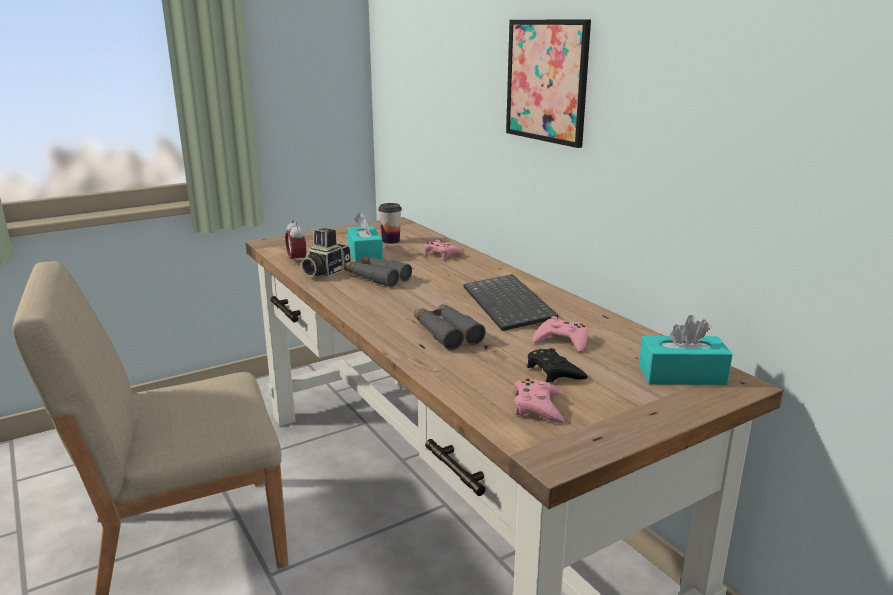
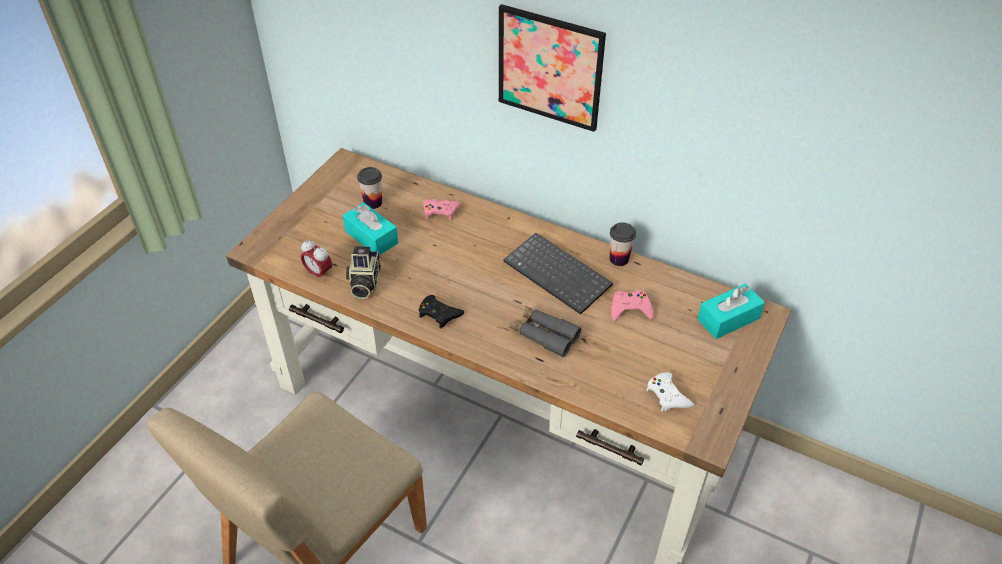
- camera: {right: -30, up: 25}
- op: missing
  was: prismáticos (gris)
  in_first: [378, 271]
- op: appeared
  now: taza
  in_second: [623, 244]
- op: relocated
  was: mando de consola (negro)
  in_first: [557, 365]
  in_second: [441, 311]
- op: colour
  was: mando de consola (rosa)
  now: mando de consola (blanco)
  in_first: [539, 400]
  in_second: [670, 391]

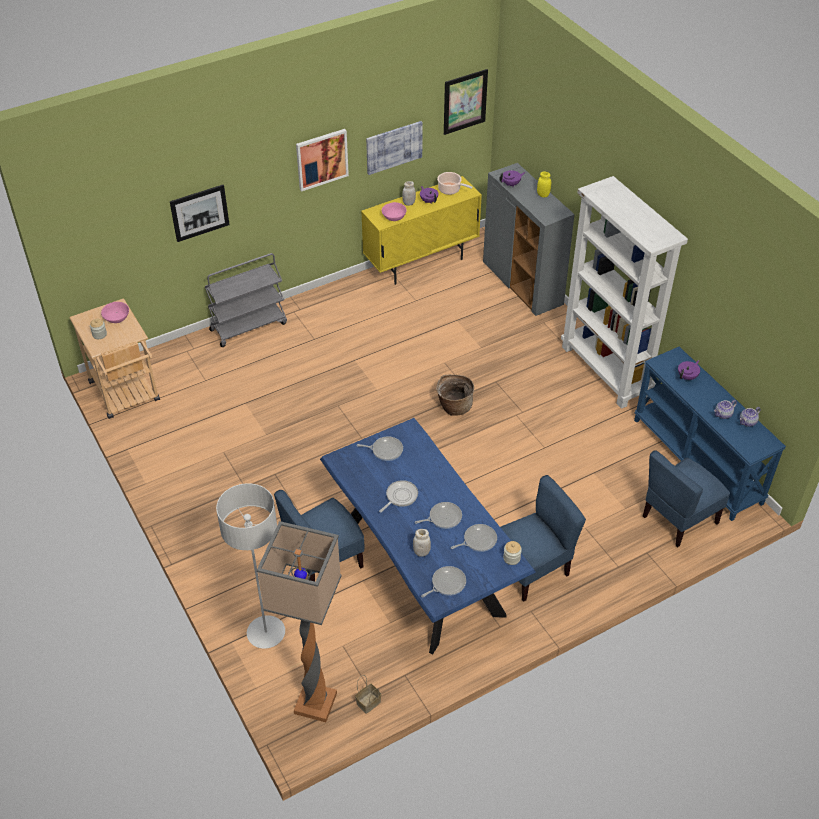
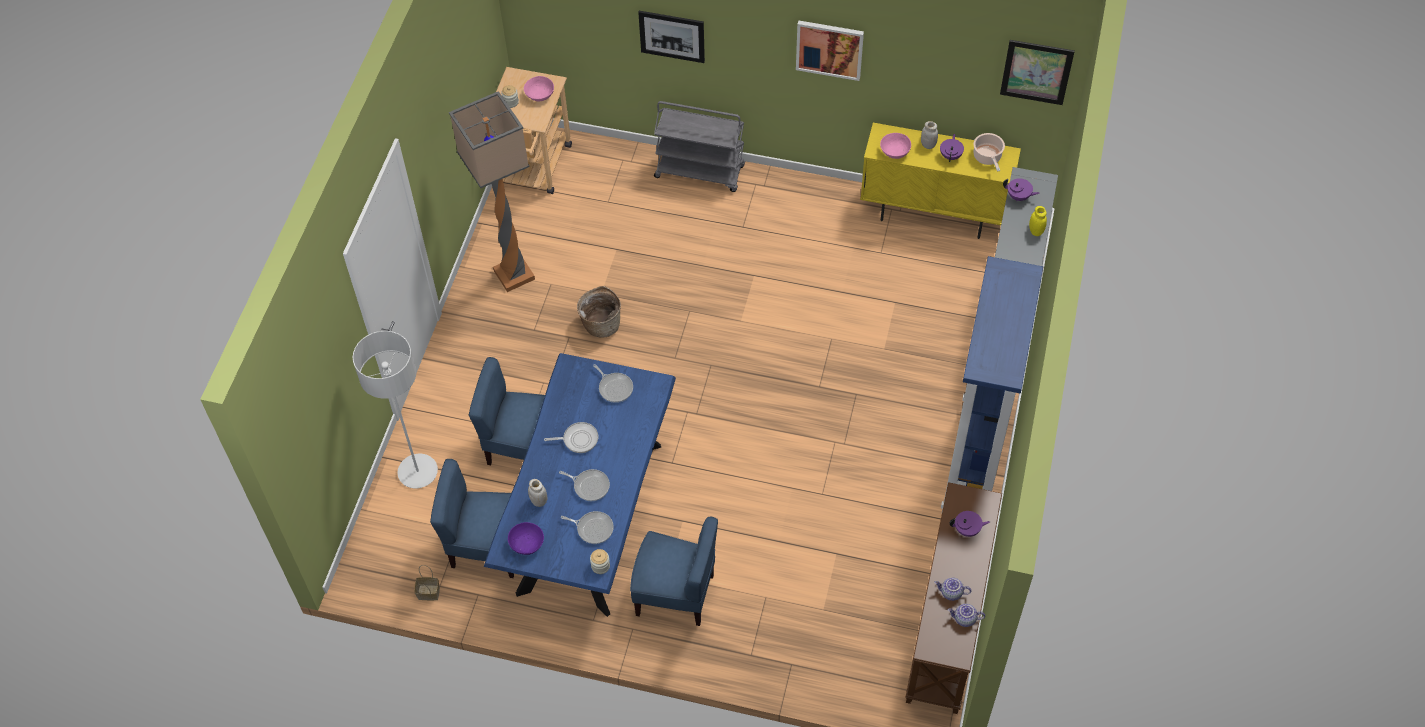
- camera: {right: 45, up: 10}
- op: missing
  was: cuadro
  in_first: [394, 148]
- op: relocated
  was: lámpara de pie
  in_first: [299, 621]
  in_second: [492, 191]
- op: relocated
  was: cesta
  in_first: [455, 395]
  in_second: [599, 312]
- op: relocated
  was: silla (azul)
  in_first: [686, 498]
  in_second: [472, 518]
- op: exchanged
  was: sartén
  now: cuenco (morado)
  in_first: [443, 581]
  in_second: [526, 538]
- op: colour
  was: estantería (blanco)
  now: estantería (azul)
  in_first: [624, 292]
  in_second: [992, 383]
- op: colour
  was: mesa consola (azul)
  now: mesa consola (marrón)
  in_first: [710, 434]
  in_second: [953, 598]

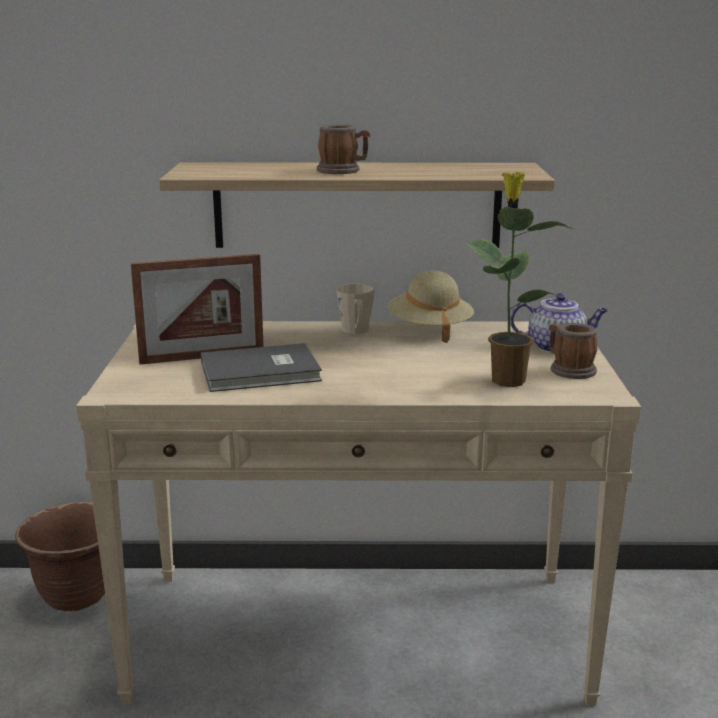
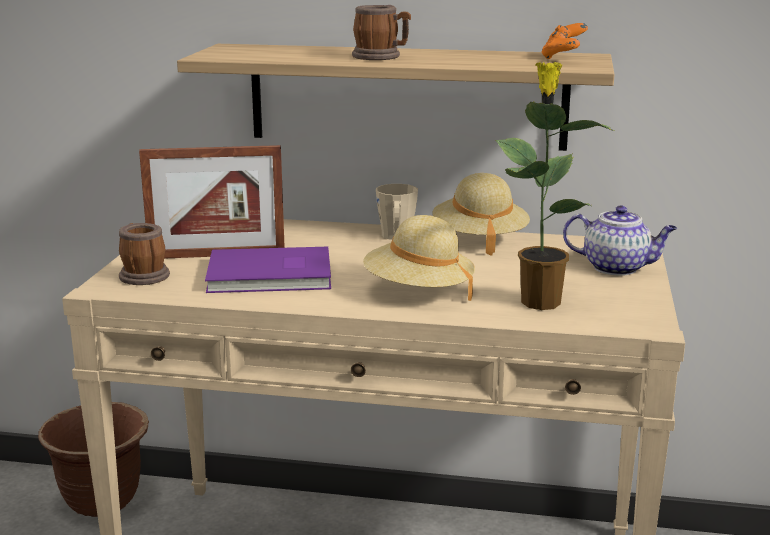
- camera: {right: 10, up: 0}
- op: appeared
  now: sombrero (beis)
  in_second: [419, 258]
- op: appeared
  now: mando de consola (naranja)
  in_second: [564, 41]
- op: relocated
  was: taza grande
  in_first: [573, 351]
  in_second: [144, 254]
- op: colour
  was: libro (gris)
  now: libro (morado)
  in_first: [261, 367]
  in_second: [268, 270]

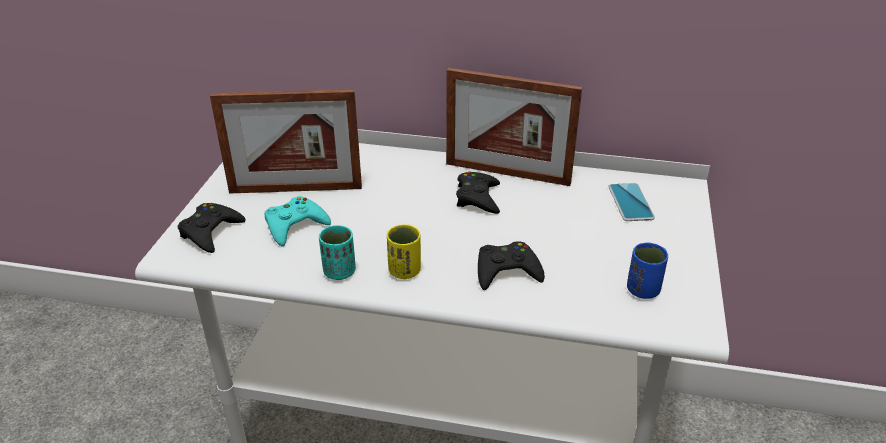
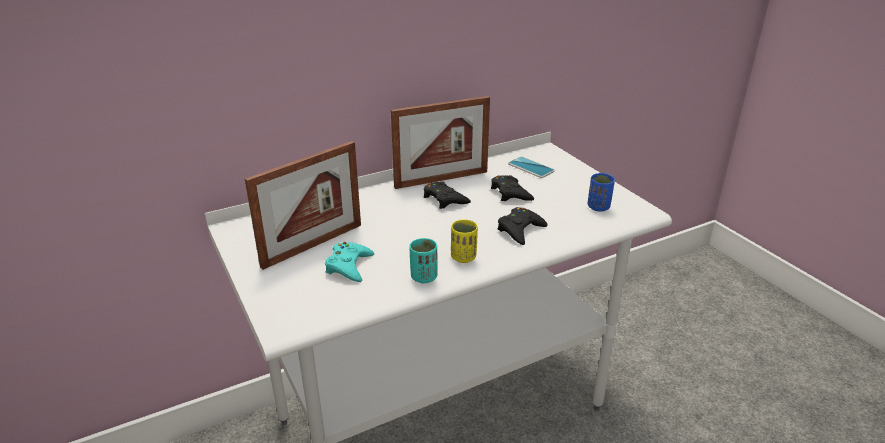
- camera: {right: -40, up: -5}
- op: relocated
  was: mando de consola (negro)
  in_first: [212, 228]
  in_second: [512, 188]

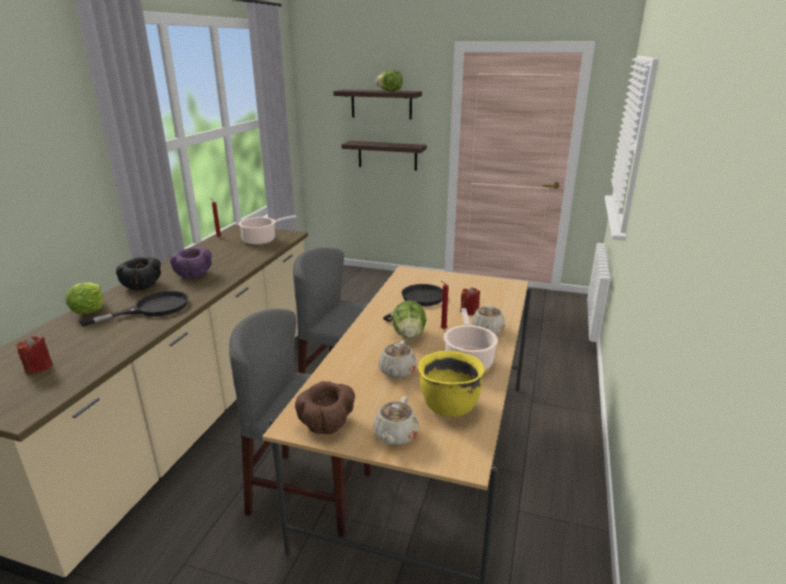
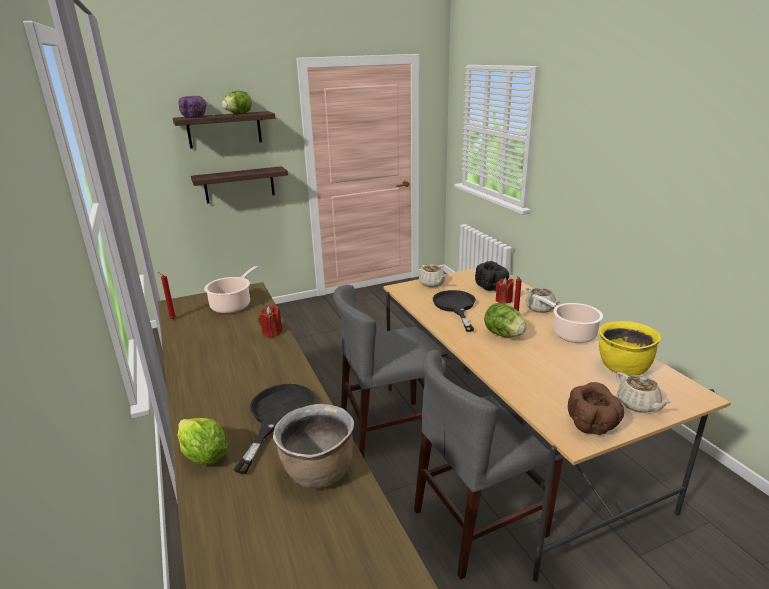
- camera: {right: -40, up: 0}
- op: appeared
  now: olla (marrón)
  in_second: [313, 446]
- op: relocated
  was: vela (rojo)
  in_first: [35, 355]
  in_second: [271, 321]
- op: relocated
  was: cuenco (negro)
  in_first: [138, 273]
  in_second: [492, 276]
- op: relocated
  was: cuenco (morado)
  in_first: [191, 263]
  in_second: [192, 107]
- op: relocated
  was: tetera (beis)
  in_first: [397, 359]
  in_second: [432, 275]

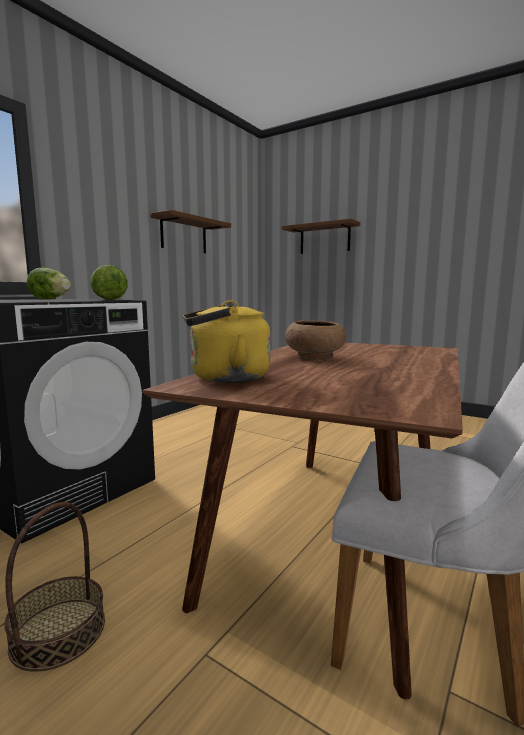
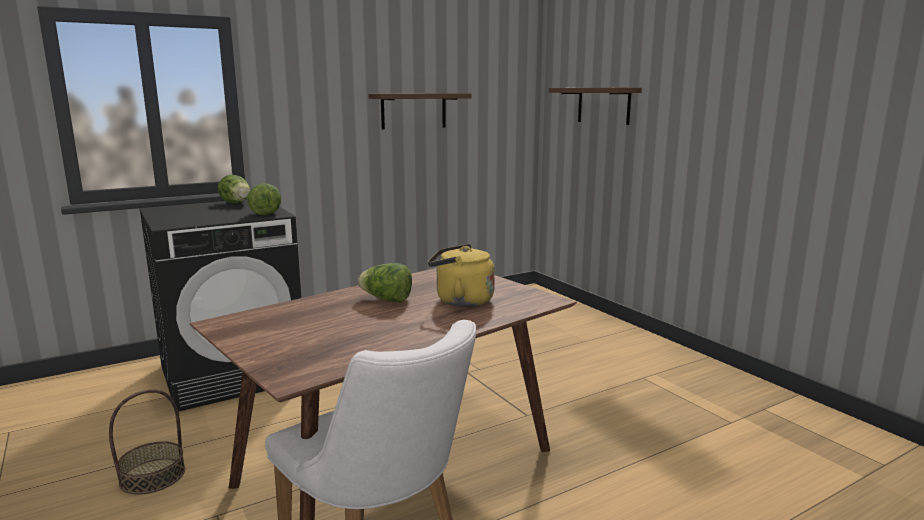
- camera: {right: 25, up: 5}
- op: relocated
  was: hervidor (amarillo)
  in_first: [226, 341]
  in_second: [461, 275]
- op: exchanged
  was: cuenco (marrón)
  now: lechuga
  in_first: [315, 341]
  in_second: [385, 282]

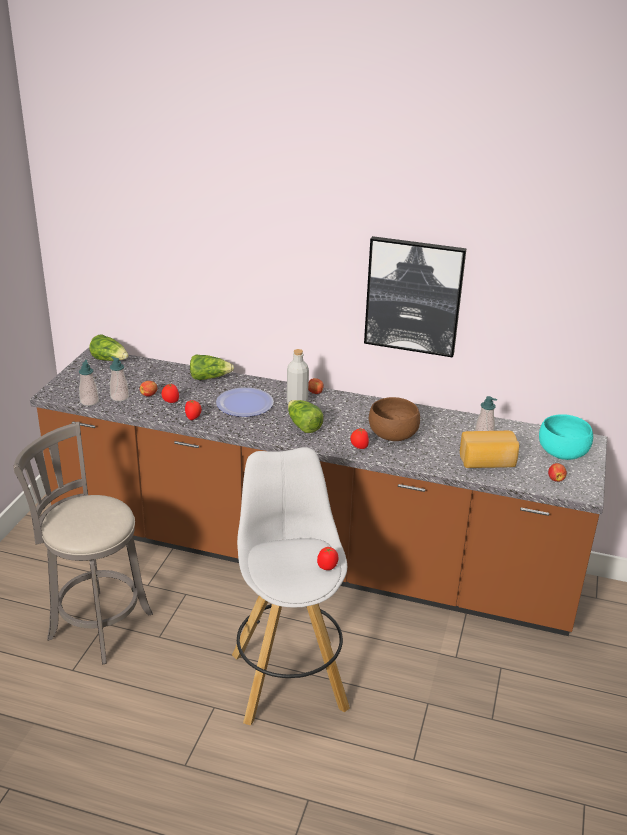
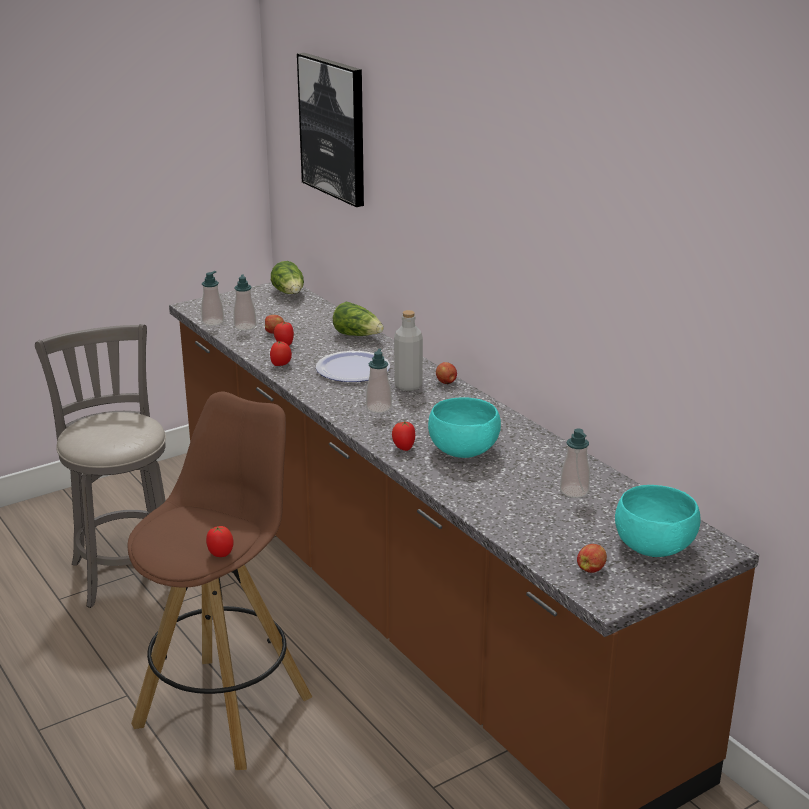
- camera: {right: 40, up: -5}
- op: missing
  was: pan
  in_first: [489, 449]
- op: relocated
  was: cuadro
  in_first: [415, 296]
  in_second: [330, 130]
- op: exchanged
  was: lechuga
  now: dispensador de jabón
  in_first: [305, 416]
  in_second: [379, 381]
- op: colour
  was: taburete (blanco)
  now: taburete (marrón)
  in_first: [291, 586]
  in_second: [220, 581]
- op: colour
  was: cuenco (marrón)
  now: cuenco (turquesa)
  in_first: [394, 419]
  in_second: [464, 427]

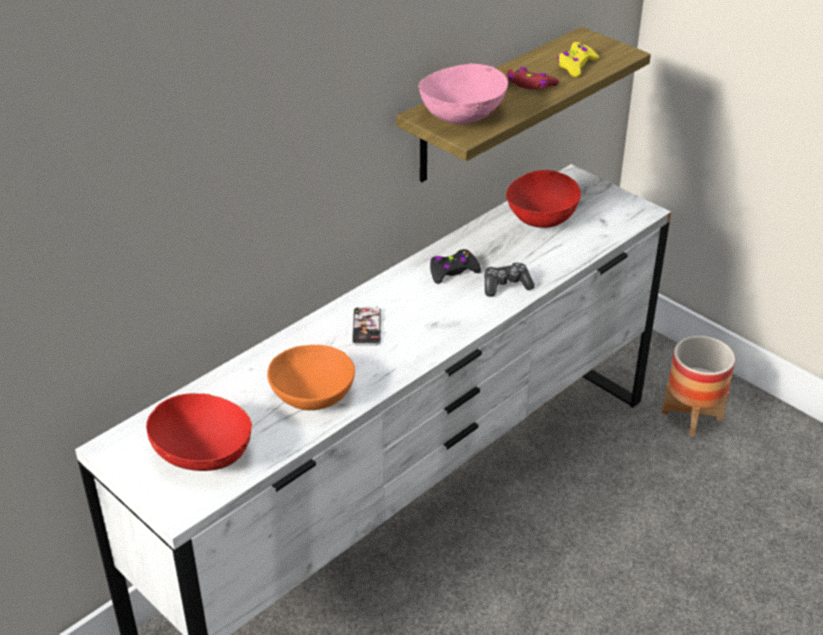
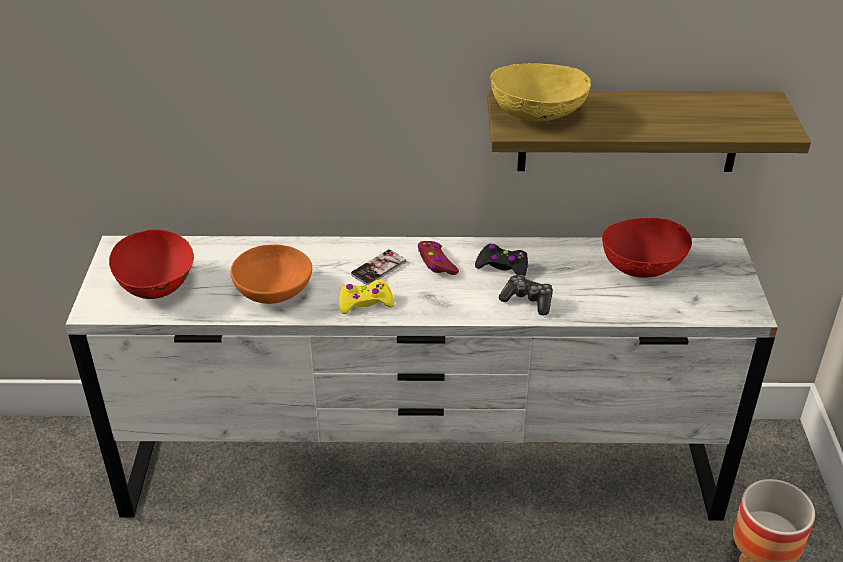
- camera: {right: 45, up: 0}
- op: relocated
  was: mando de consola (rojo)
  in_first: [533, 78]
  in_second: [438, 258]
- op: relocated
  was: mando de consola (amarillo)
  in_first: [578, 59]
  in_second: [367, 297]
- op: colour
  was: cuenco (rosa)
  now: cuenco (amarillo)
  in_first: [463, 93]
  in_second: [540, 92]

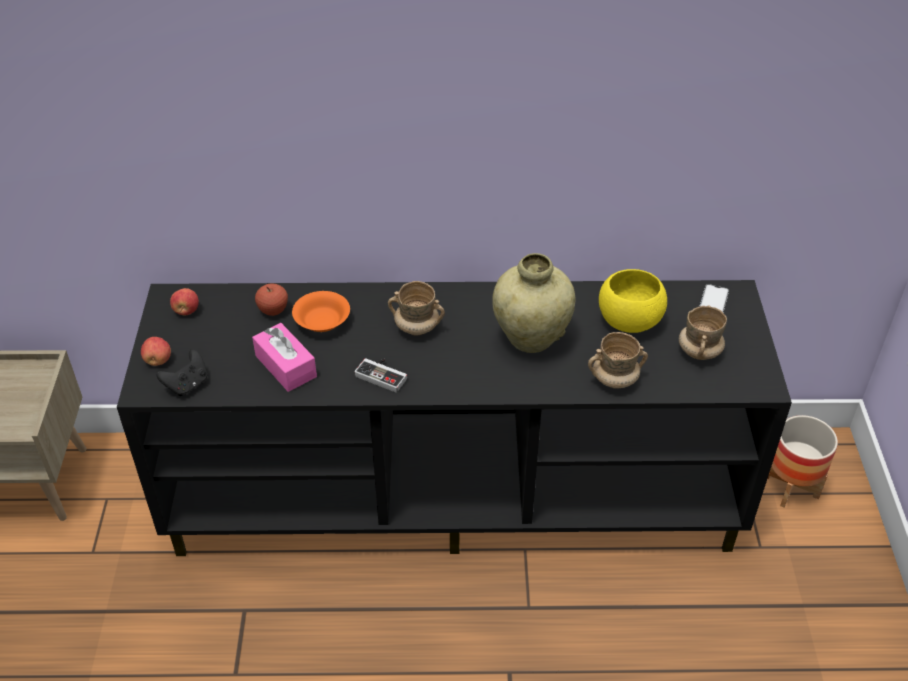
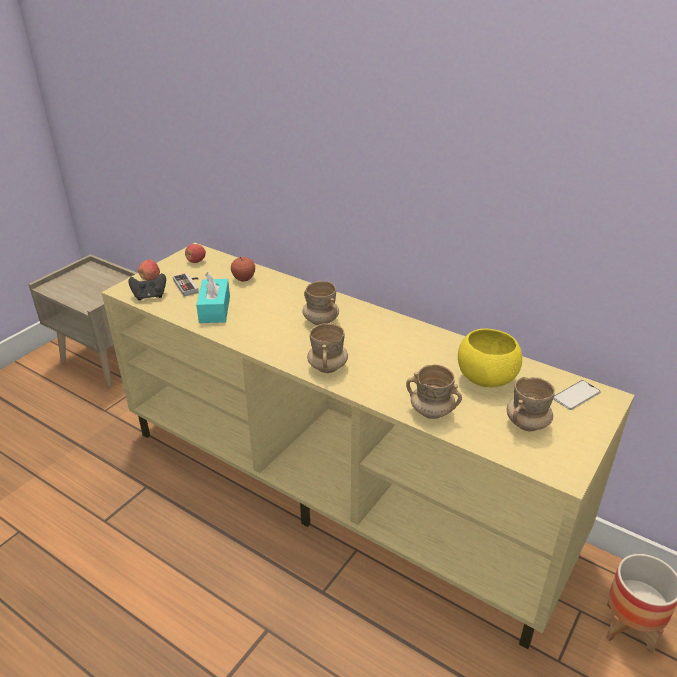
- camera: {right: 35, up: -10}
- op: missing
  was: cuenco (naranja)
  in_first: [321, 311]
- op: missing
  was: florero (beis)
  in_first: [534, 303]
- op: appeared
  now: taza grande (beis)
  in_second: [327, 348]
- op: relocated
  was: mando de consola
  in_first: [380, 375]
  in_second: [186, 285]
- op: colour
  was: mueble de televisión (negro)
  now: mueble de televisión (beis)
  in_first: [454, 418]
  in_second: [368, 446]
- op: colour
  was: caja de pañuelos (rosa)
  now: caja de pañuelos (turquesa)
  in_first: [284, 357]
  in_second: [213, 297]

